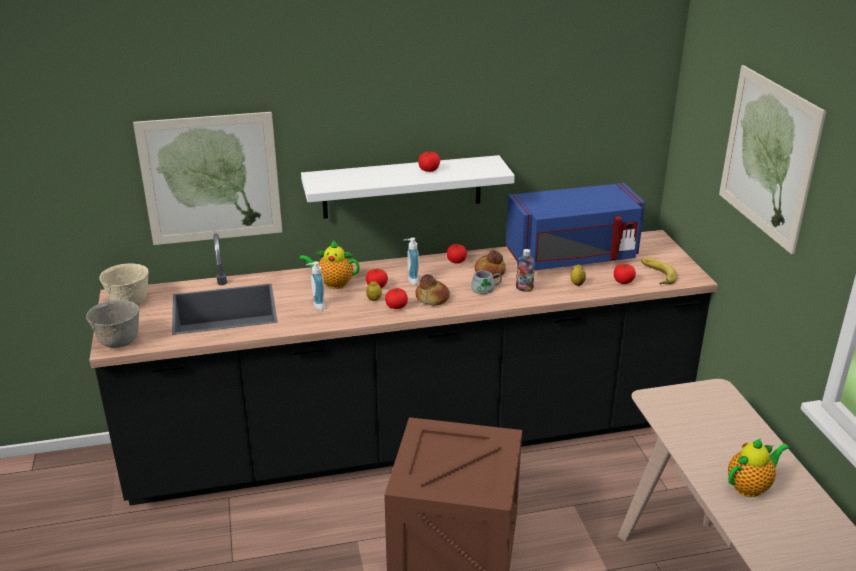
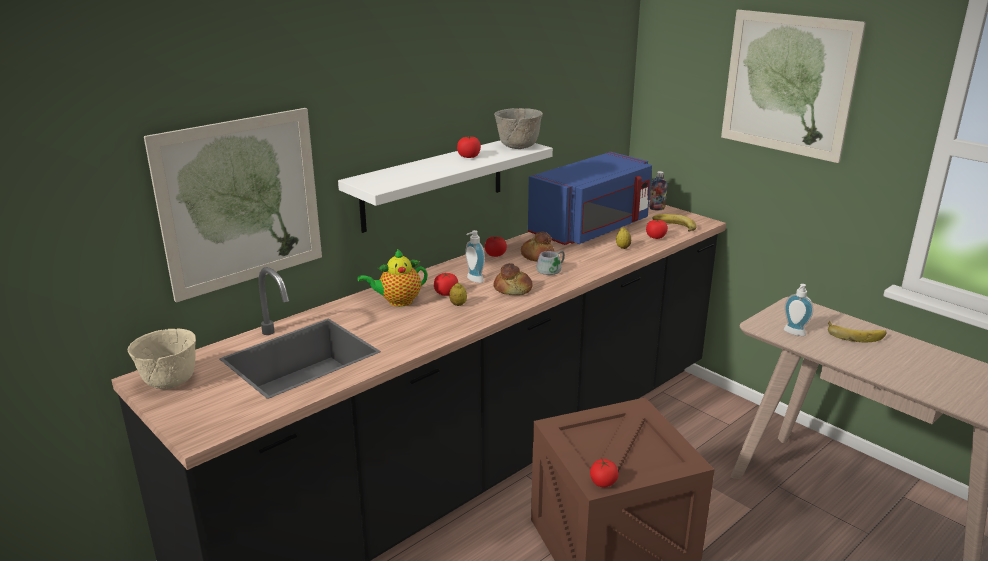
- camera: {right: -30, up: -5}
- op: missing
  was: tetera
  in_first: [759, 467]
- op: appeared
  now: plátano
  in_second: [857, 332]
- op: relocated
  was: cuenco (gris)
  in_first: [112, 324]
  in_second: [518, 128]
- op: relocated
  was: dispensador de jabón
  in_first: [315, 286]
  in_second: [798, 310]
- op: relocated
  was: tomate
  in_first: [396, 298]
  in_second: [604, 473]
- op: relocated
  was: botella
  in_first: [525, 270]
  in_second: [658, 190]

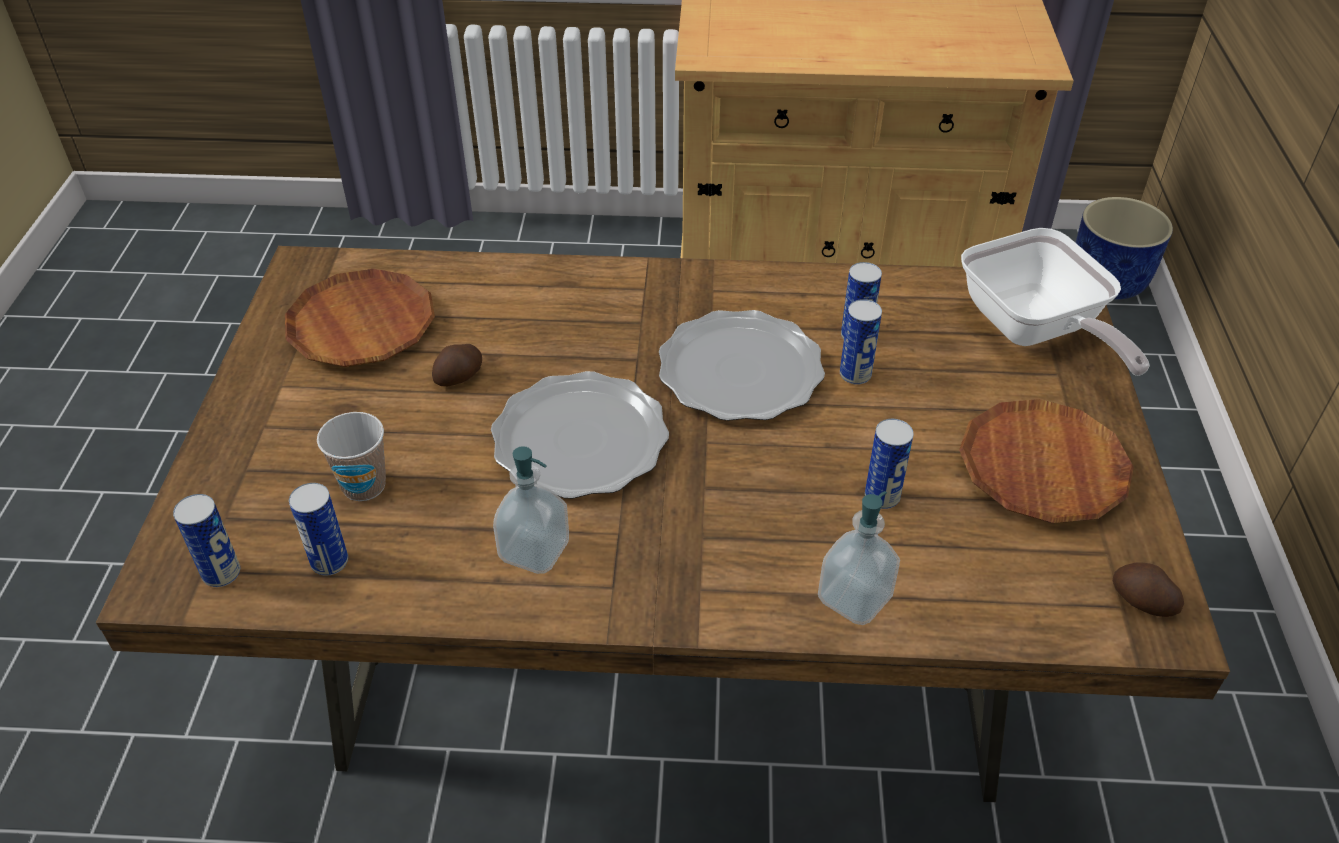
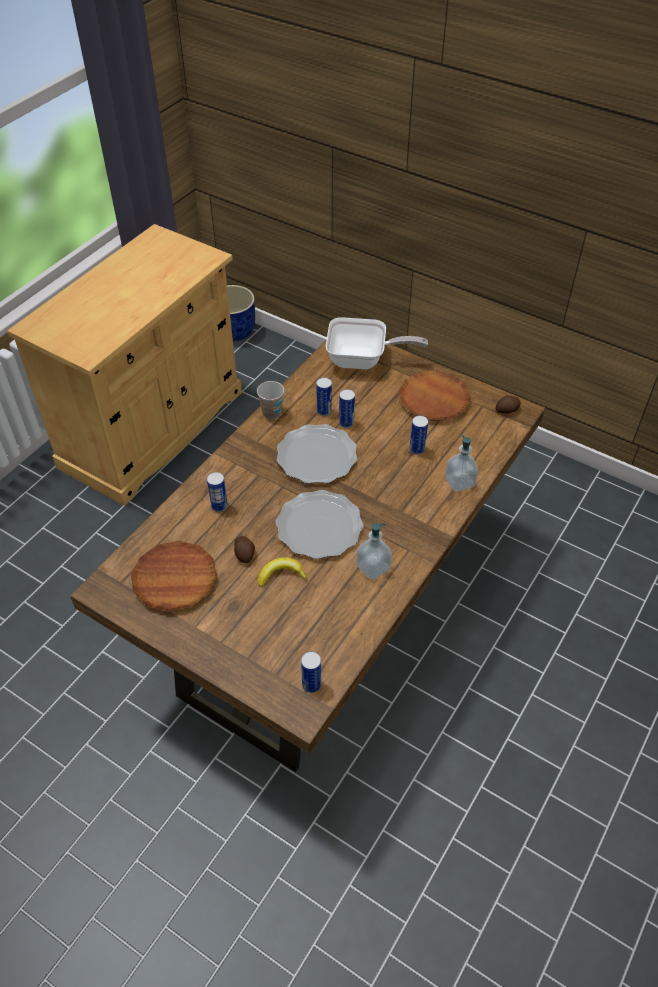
- camera: {right: -60, up: 5}
- op: appeared
  now: plátano
  in_second: [283, 572]
- op: relocated
  was: lata
  in_first: [318, 529]
  in_second: [217, 492]
- op: relocated
  was: taza
  in_first: [351, 456]
  in_second: [270, 400]

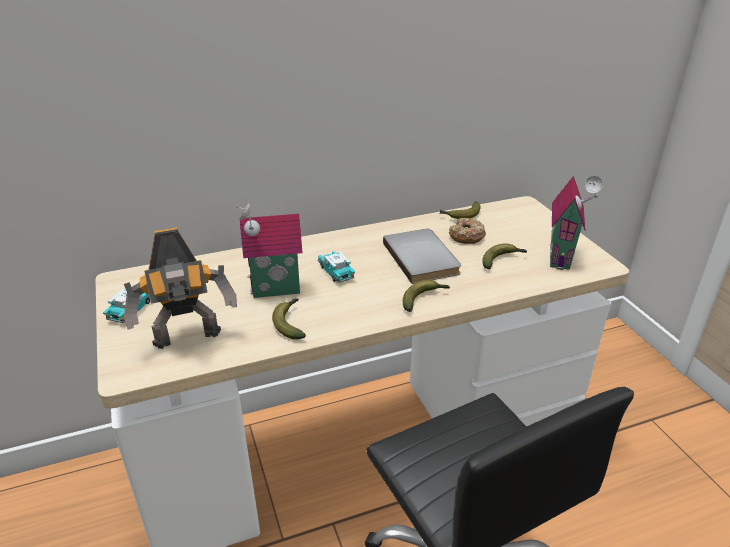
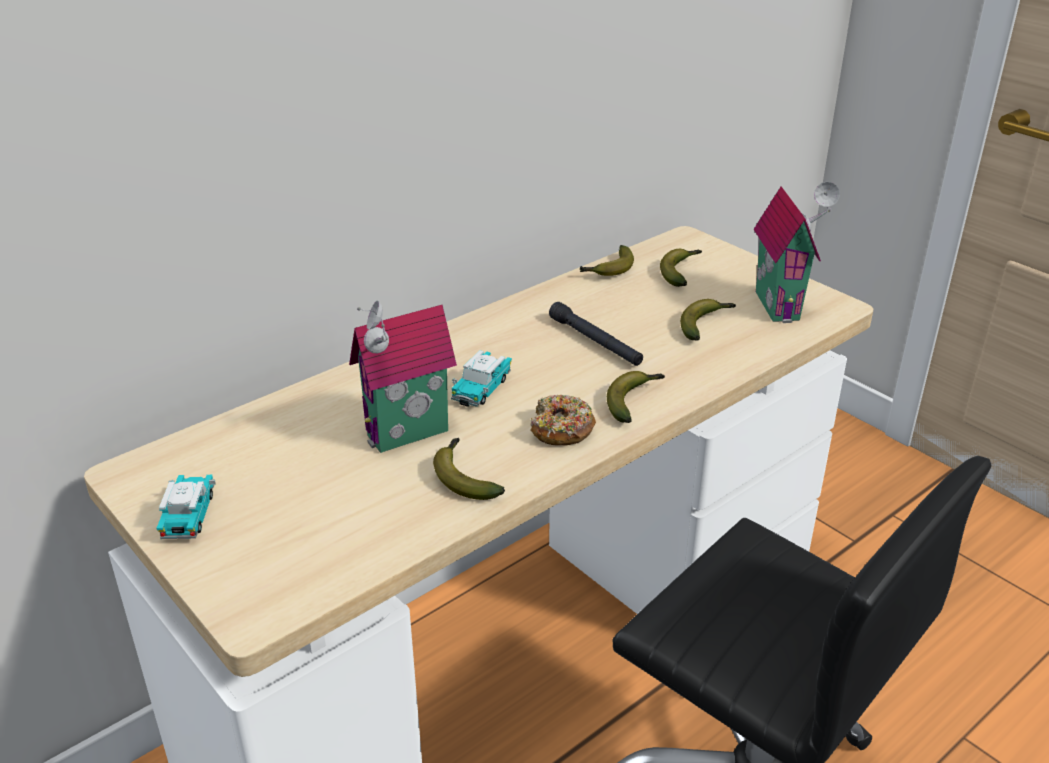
- camera: {right: -20, up: 0}
- op: missing
  was: robot de juguete
  in_first: [180, 288]
- op: appeared
  now: plátano
  in_second: [681, 268]
- op: relocated
  was: rosquilla
  in_first: [467, 231]
  in_second: [563, 420]
- op: exchanged
  was: libro (gris)
  now: linterna (negro)
  in_first: [422, 256]
  in_second: [596, 334]
- op: spun
  was: coche de juguete
  in_first: [336, 267]
  in_second: [481, 378]
  clockwise: -105

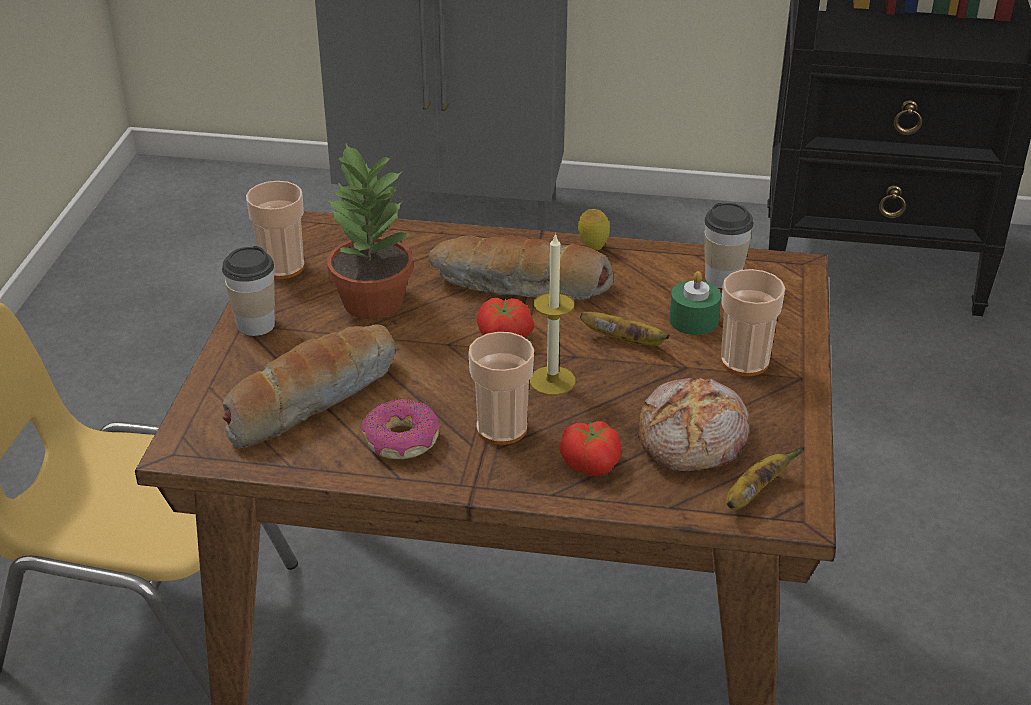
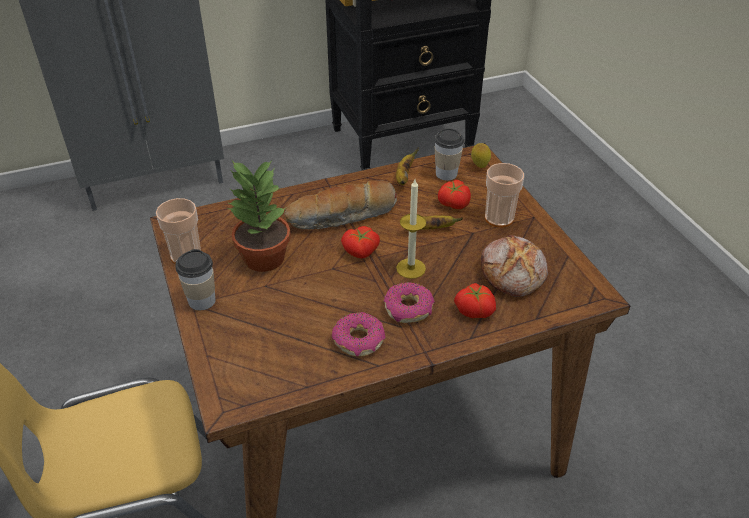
- camera: {right: -30, up: 5}
- op: missing
  was: pan
  in_first: [308, 386]
- op: relocated
  was: limón
  in_first: [594, 229]
  in_second: [481, 155]
- op: relocated
  was: plátano
  in_first: [765, 478]
  in_second: [407, 166]
- op: exchanged
  was: taza
  now: rosquilla
  in_first: [501, 388]
  in_second: [409, 302]
- op: exchanged
  was: vela (verde)
  now: tomate
  in_first: [695, 303]
  in_second: [454, 194]

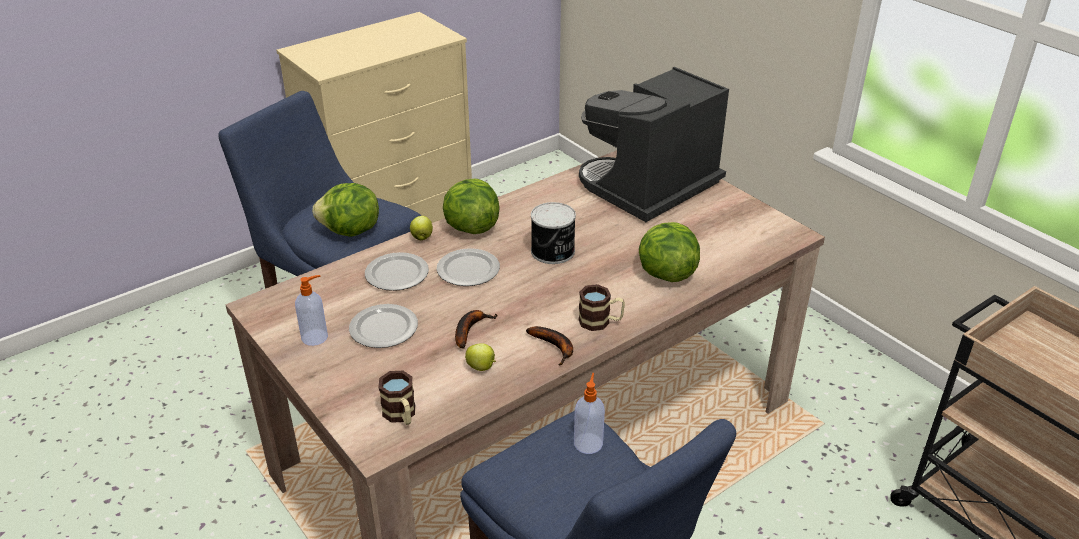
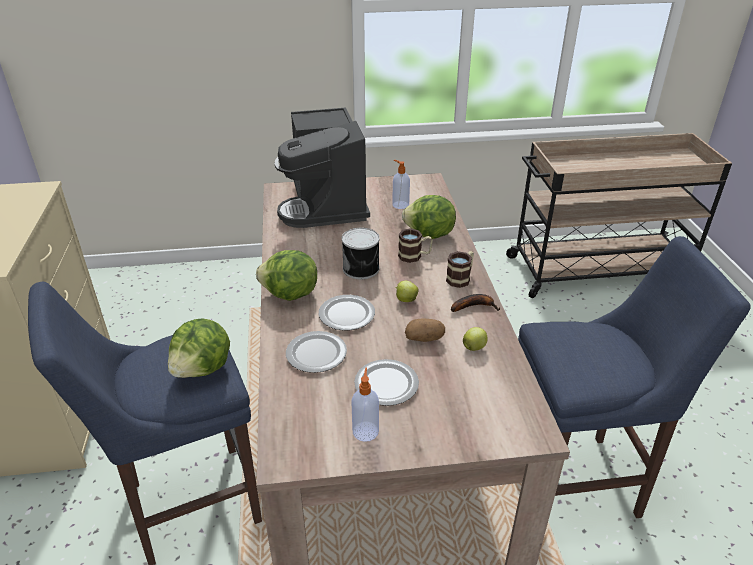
- camera: {right: -60, up: 0}
- op: relocated
  was: taza grande
  in_first: [396, 398]
  in_second: [415, 245]
- op: relocated
  was: manzana
  in_first: [421, 228]
  in_second: [407, 291]
- op: relocated
  was: dispensador de jabón
  in_first: [589, 413]
  in_second: [401, 184]
- op: exchanged
  was: plátano
  now: patata
  in_first: [476, 329]
  in_second: [425, 330]

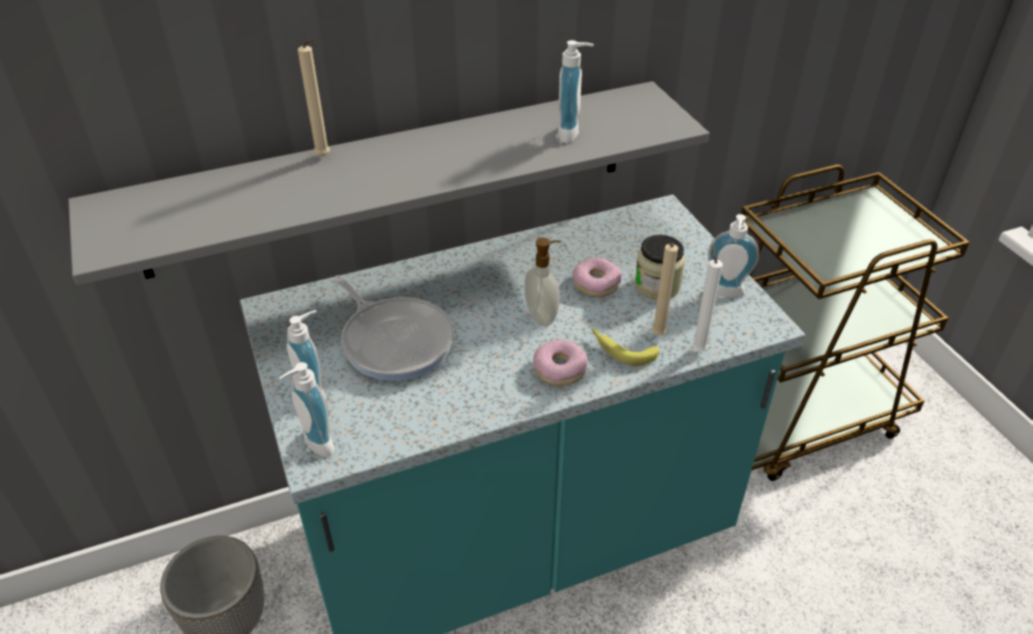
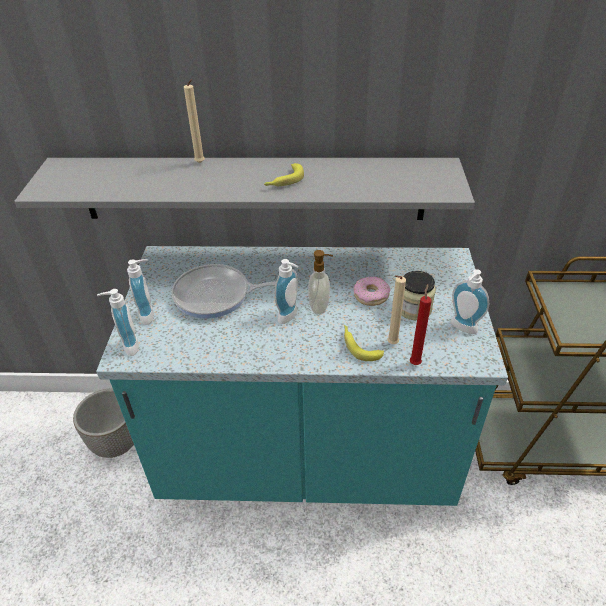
- camera: {right: 25, up: 0}
- op: missing
  was: rosquilla
  in_first: [560, 363]
- op: appeared
  now: plátano
  in_second: [284, 174]
- op: relocated
  was: dispensador de jabón
  in_first: [576, 91]
  in_second: [287, 291]
- op: colour
  was: vela (blanco)
  now: vela (rojo)
  in_first: [707, 298]
  in_second: [421, 324]
- op: spun
  was: sartén
  in_first: [393, 328]
  in_second: [224, 291]
  clockwise: 105

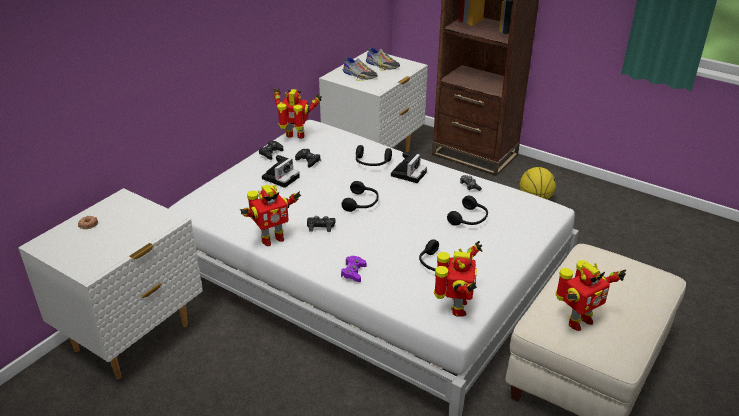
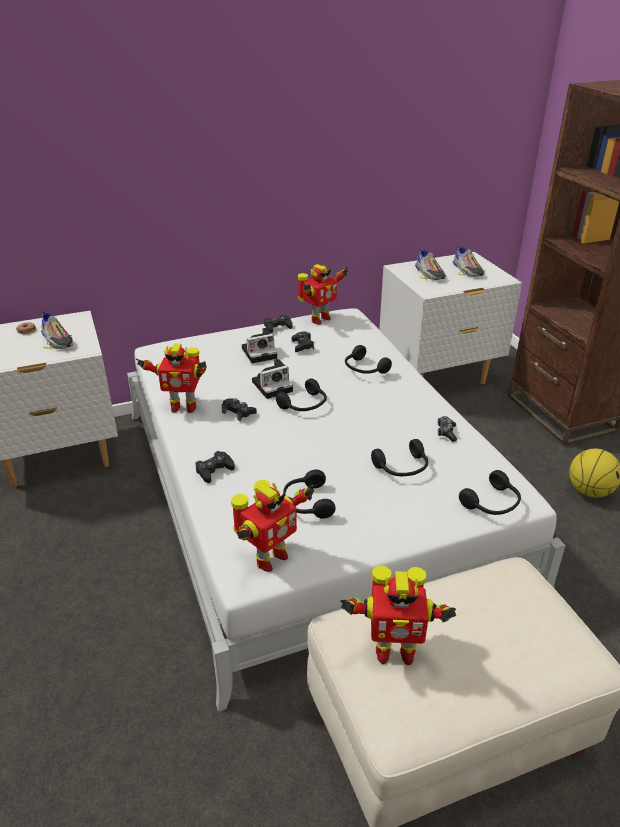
- camera: {right: 35, up: 0}
- op: appeared
  now: zapato
  in_second: [57, 330]
- op: appeared
  now: auriculares (negro)
  in_second: [490, 492]
- op: relocated
  was: cámara
  in_first: [409, 167]
  in_second: [272, 379]
- op: colour
  was: mando de consola (morado)
  now: mando de consola (negro)
  in_first: [353, 269]
  in_second: [215, 467]
- op: spun
  was: robot de juguete
  in_first: [298, 113]
  in_second: [323, 294]
  clockwise: 90

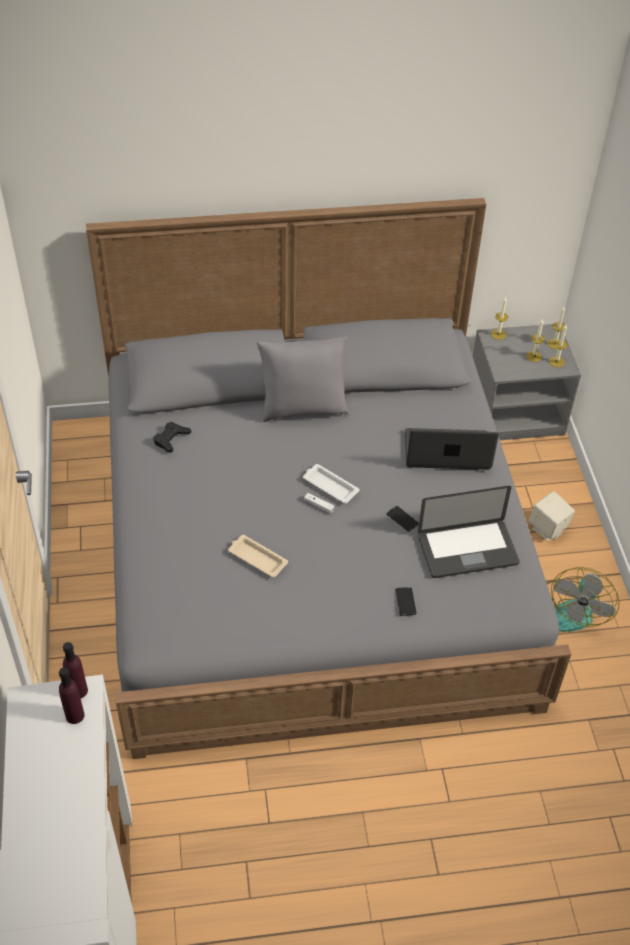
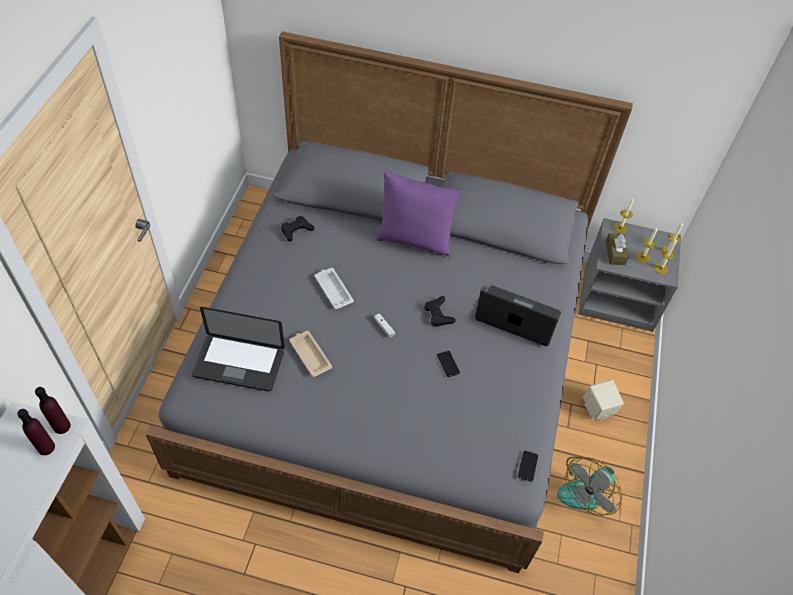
- camera: {right: 20, up: 5}
- op: appeared
  now: mando de consola (negro)
  in_second: [440, 311]
- op: appeared
  now: caja de pañuelos (marrón)
  in_second: [617, 249]
- op: relocated
  was: bandeja (blanco)
  in_first: [331, 484]
  in_second: [334, 288]
- op: relocated
  was: móvil
  in_first: [406, 601]
  in_second: [528, 466]
- op: relocated
  was: portátil
  in_first: [469, 532]
  in_second: [238, 349]
- op: colour
  was: cojín (gris)
  now: cojín (morado)
  in_first: [303, 379]
  in_second: [419, 214]

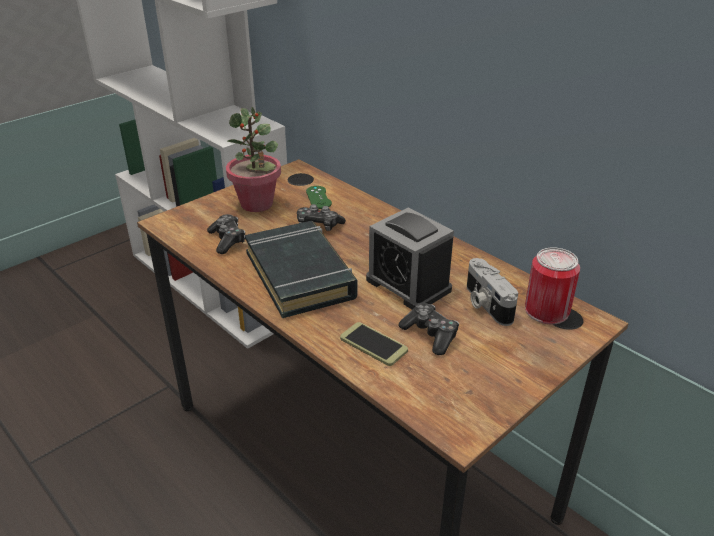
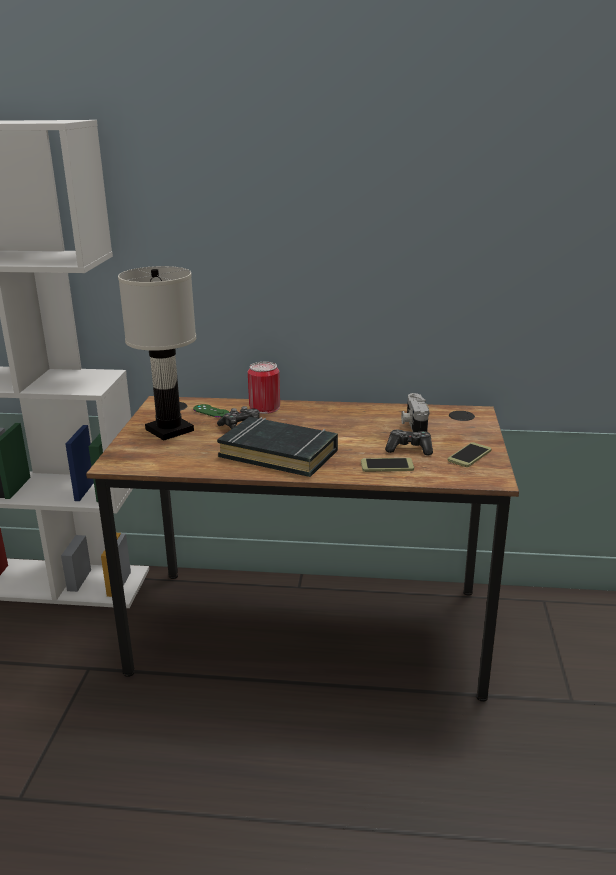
- camera: {right: -40, up: -10}
- op: missing
  was: mando de consola
  in_first: [226, 234]
- op: missing
  was: despertador
  in_first: [410, 258]
- op: appeared
  now: móvil
  in_second: [469, 454]
- op: relocated
  was: lata
  in_first: [552, 286]
  in_second: [264, 388]
- op: exchanged
  was: planta en maceta
  now: lámpara de mesa (blanco)
  in_first: [253, 159]
  in_second: [157, 353]
- op: spun
  was: cámara
  in_first: [492, 292]
  in_second: [415, 412]
  clockwise: 60

